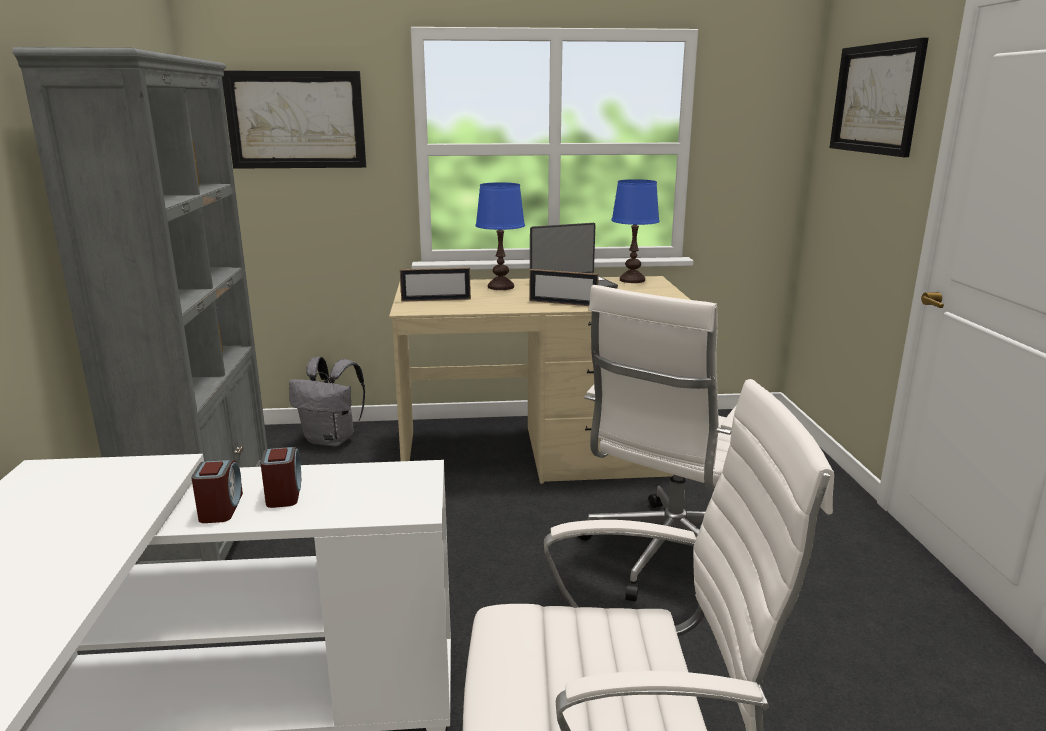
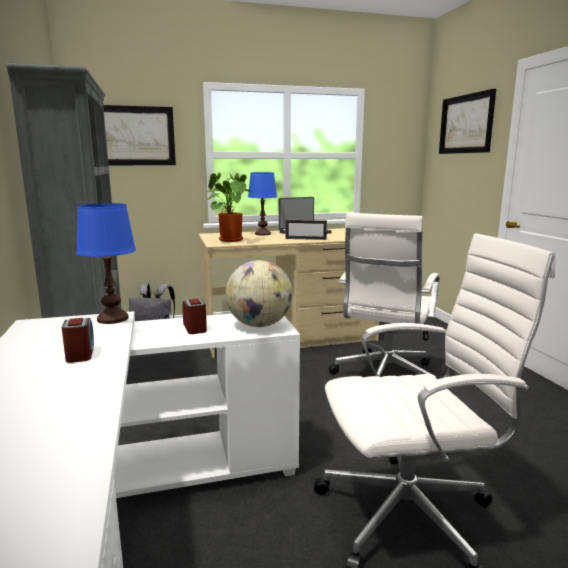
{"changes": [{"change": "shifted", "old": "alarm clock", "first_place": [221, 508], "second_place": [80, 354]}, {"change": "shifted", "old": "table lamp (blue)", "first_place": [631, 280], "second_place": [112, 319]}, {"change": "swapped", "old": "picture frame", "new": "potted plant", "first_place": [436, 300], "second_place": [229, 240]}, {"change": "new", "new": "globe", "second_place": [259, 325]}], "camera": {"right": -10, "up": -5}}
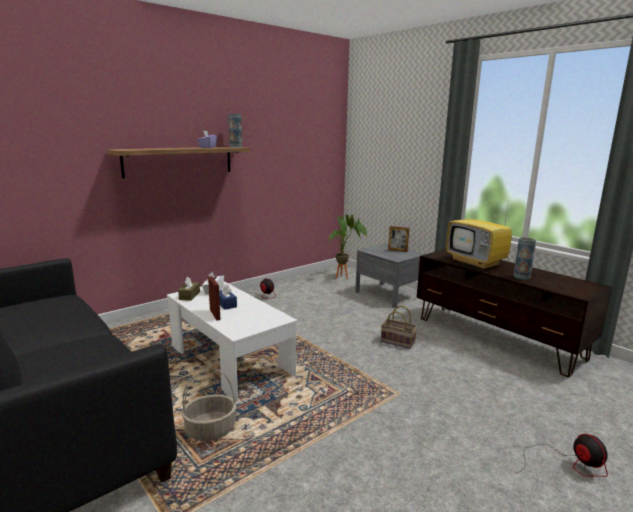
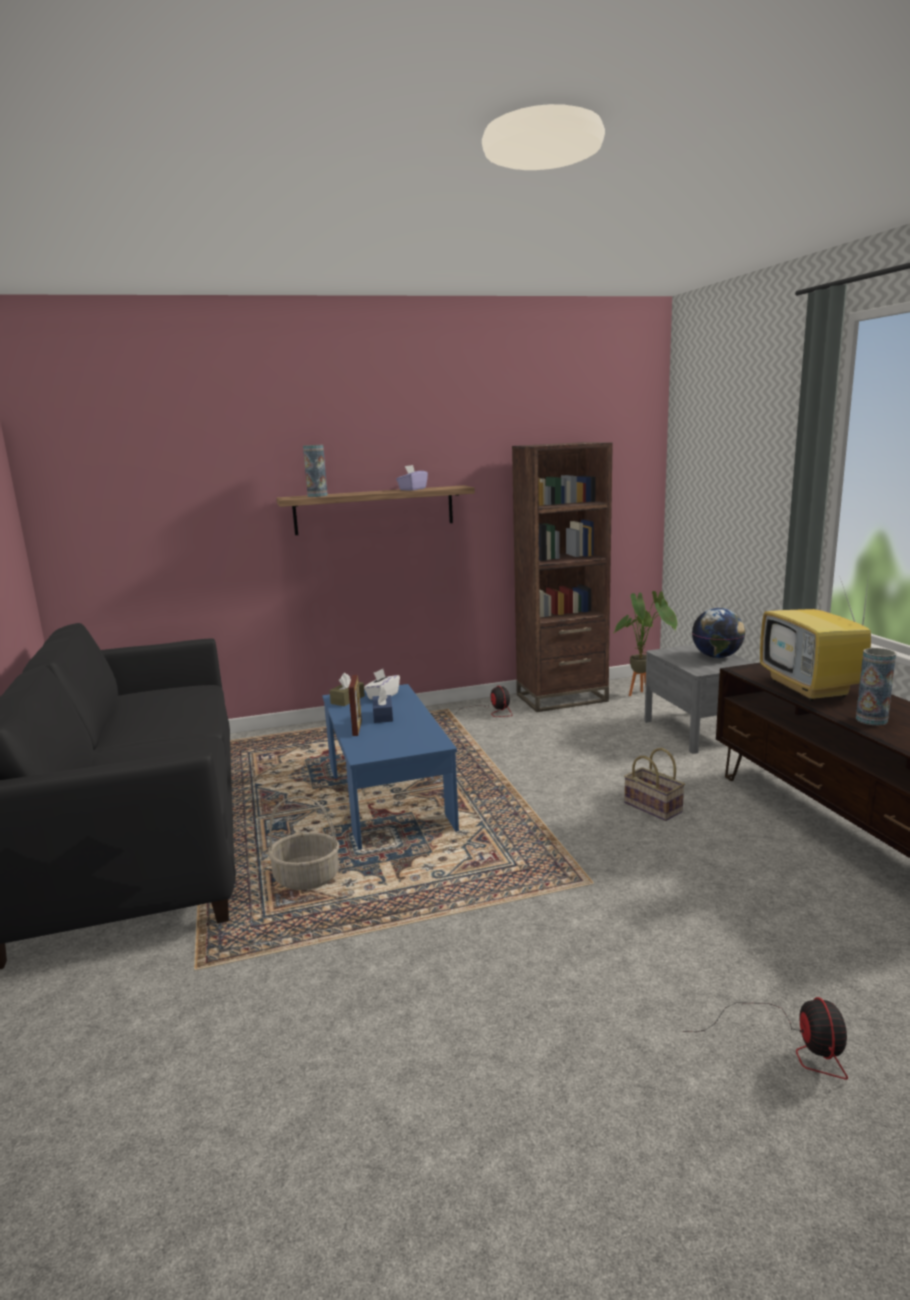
{"changes": [{"change": "shifted", "old": "vase", "first_place": [235, 147], "second_place": [317, 496]}, {"change": "repainted", "old": "coffee table (white)", "new": "coffee table (blue)", "first_place": [230, 360], "second_place": [388, 796]}, {"change": "new", "new": "bookcase (brown)", "second_place": [562, 698]}, {"change": "swapped", "old": "picture frame", "new": "globe", "first_place": [397, 250], "second_place": [717, 657]}], "camera": {"right": 25, "up": 0}}
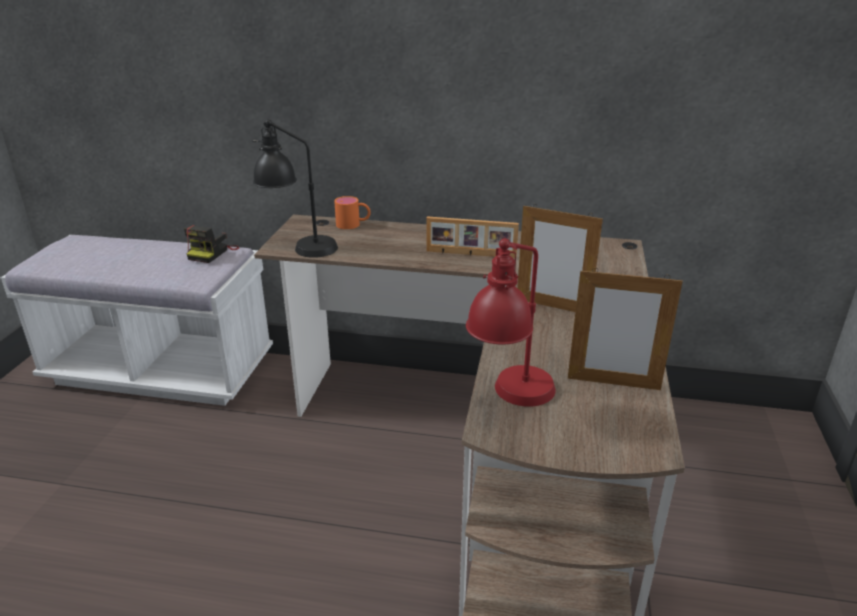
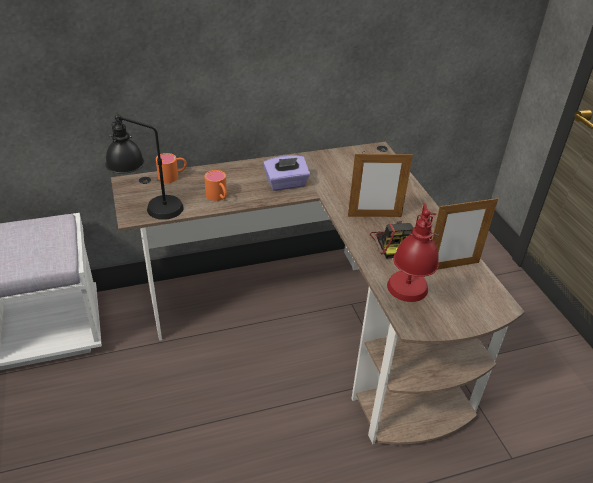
{"changes": [{"change": "new", "new": "mug (orange)", "second_place": [218, 197]}, {"change": "swapped", "old": "picture frame", "new": "tissue box (purple)", "first_place": [470, 254], "second_place": [286, 184]}, {"change": "shifted", "old": "photo camera", "first_place": [212, 253], "second_place": [391, 243]}], "camera": {"right": -30, "up": 10}}
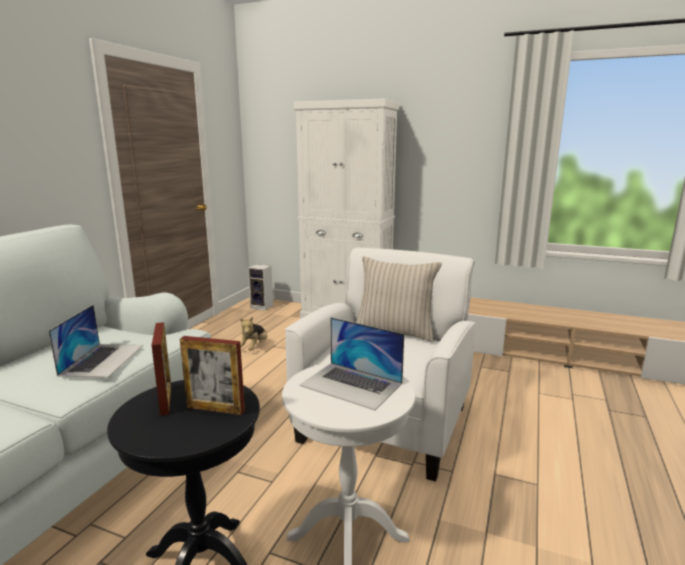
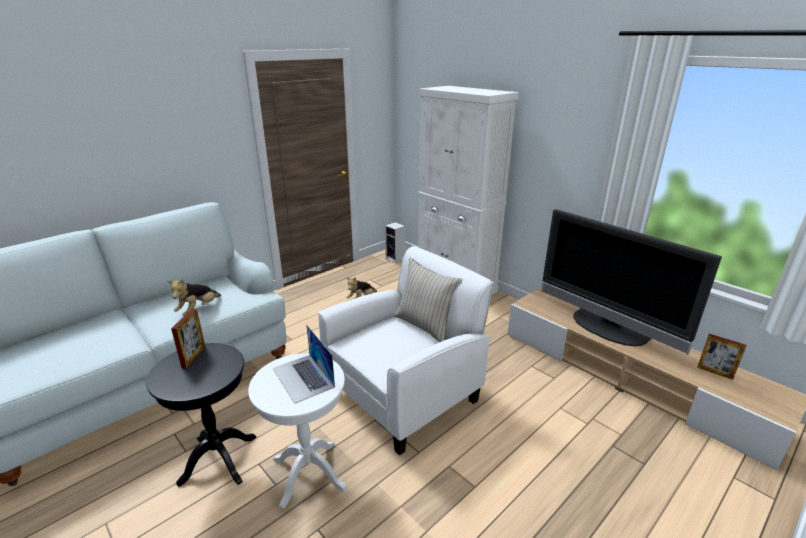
{"changes": [{"change": "swapped", "old": "laptop", "new": "plush toy", "first_place": [103, 359], "second_place": [198, 310]}, {"change": "new", "new": "television", "second_place": [606, 329]}, {"change": "shifted", "old": "picture frame", "first_place": [215, 409], "second_place": [715, 372]}], "camera": {"right": 25, "up": 10}}
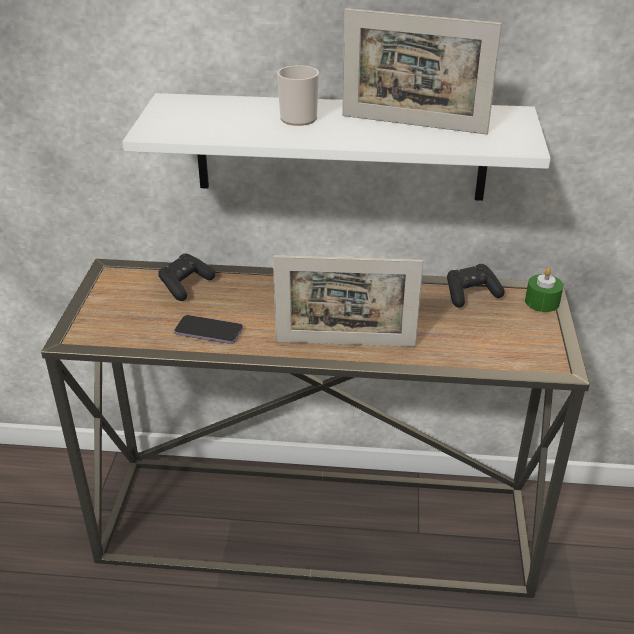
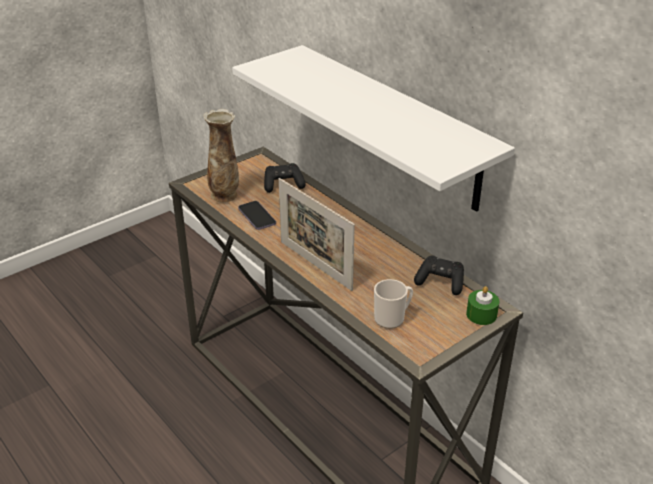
{"changes": [{"change": "new", "new": "vase", "second_place": [225, 195]}, {"change": "shifted", "old": "mug", "first_place": [300, 117], "second_place": [392, 318]}, {"change": "gone", "old": "picture frame", "first_place": [413, 124]}], "camera": {"right": 45, "up": 0}}
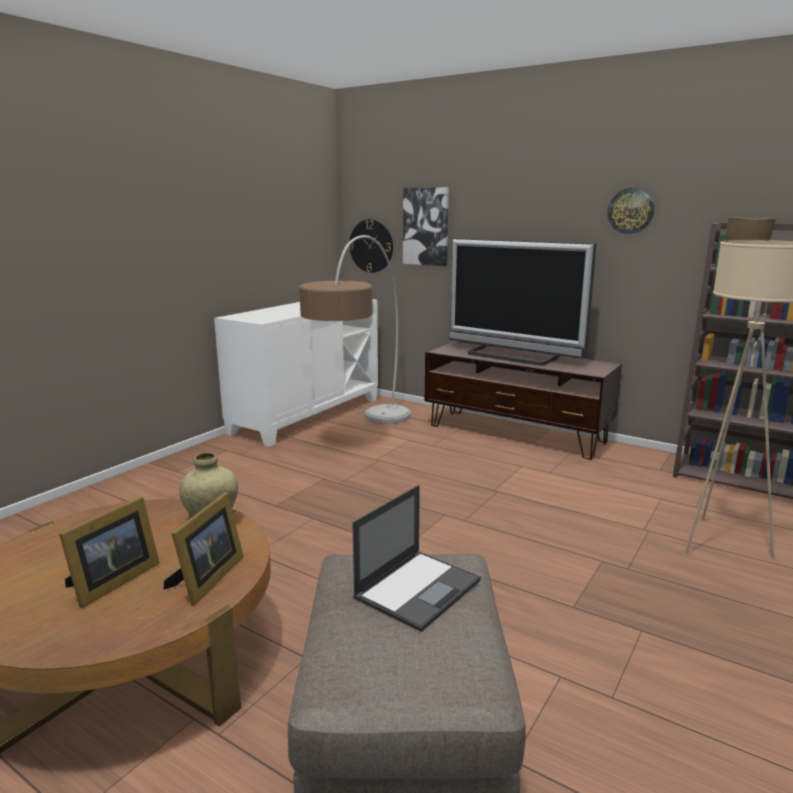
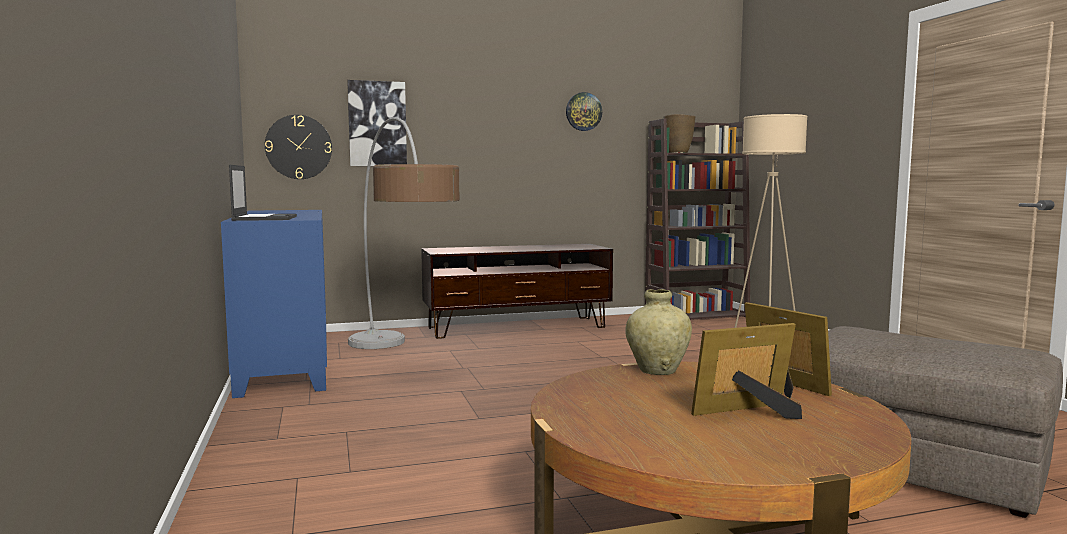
{"changes": [{"change": "repainted", "old": "cabinet (white)", "new": "cabinet (blue)", "first_place": [306, 415], "second_place": [285, 362]}, {"change": "shifted", "old": "laptop", "first_place": [418, 588], "second_place": [265, 218]}, {"change": "rotated", "old": "picture frame", "first_place": [111, 582], "second_place": [749, 413], "degrees": -90}, {"change": "gone", "old": "television", "first_place": [511, 356]}], "camera": {"right": -50, "up": -10}}
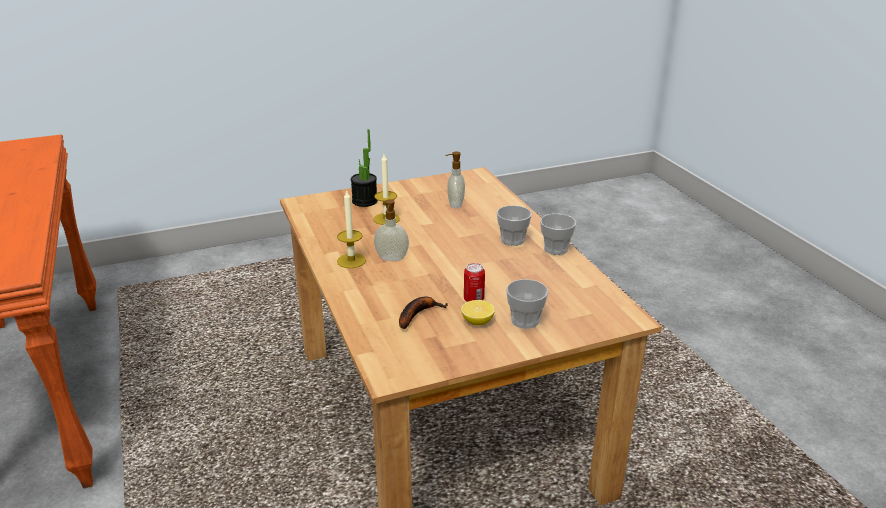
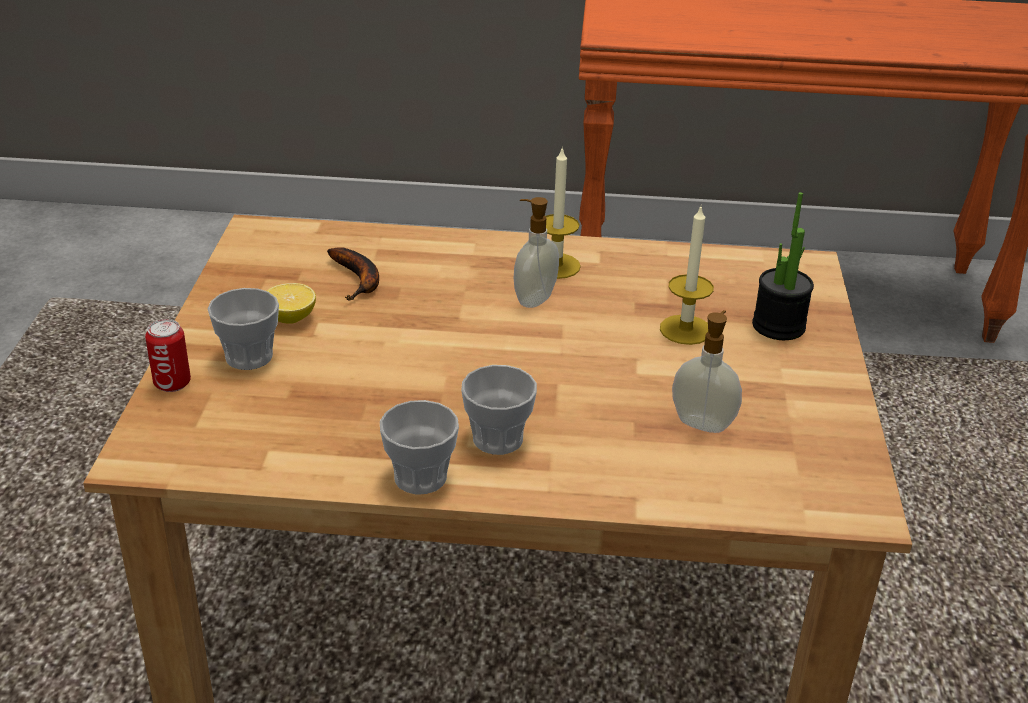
{"changes": [{"change": "shifted", "old": "can", "first_place": [473, 299], "second_place": [172, 383]}], "camera": {"right": 115, "up": 5}}
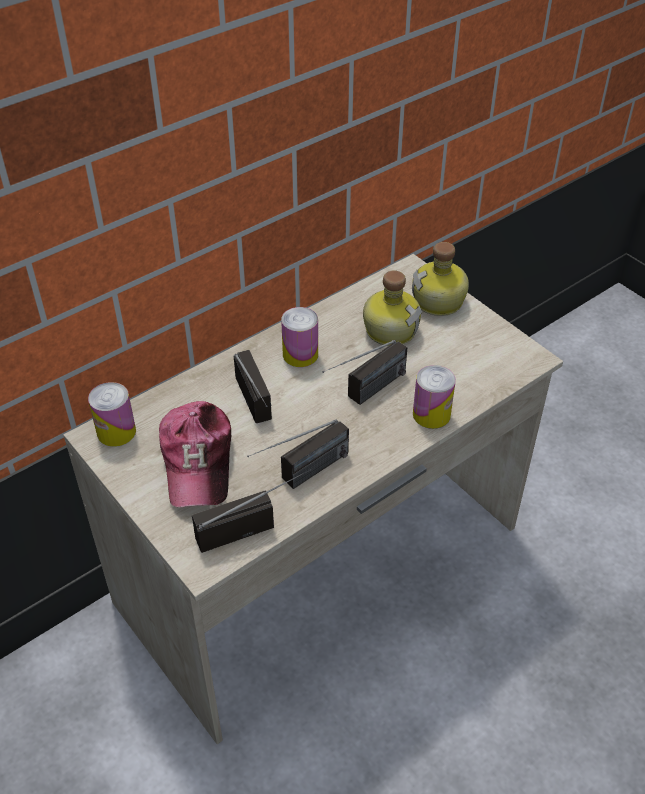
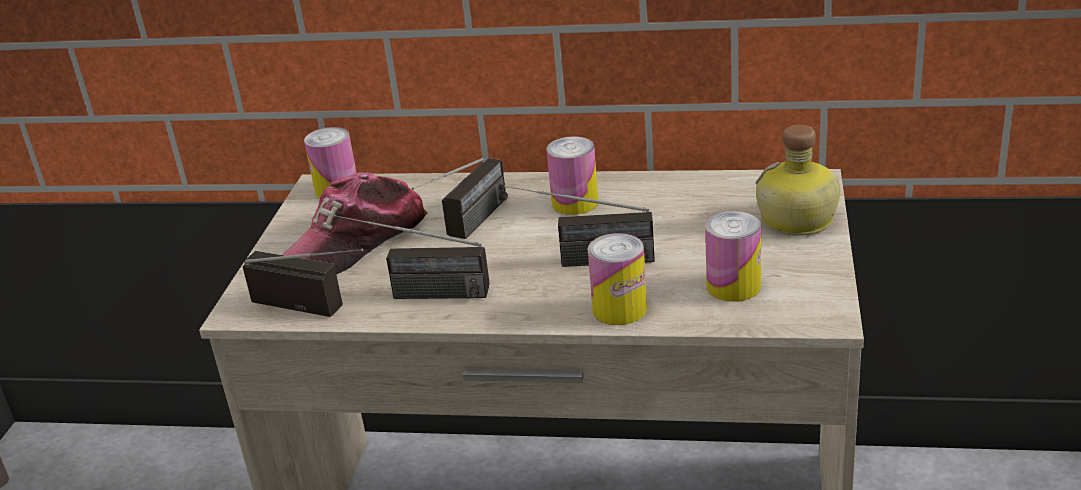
{"changes": [{"change": "new", "new": "can", "second_place": [733, 286]}, {"change": "gone", "old": "bottle", "first_place": [390, 329]}], "camera": {"right": 50, "up": -15}}
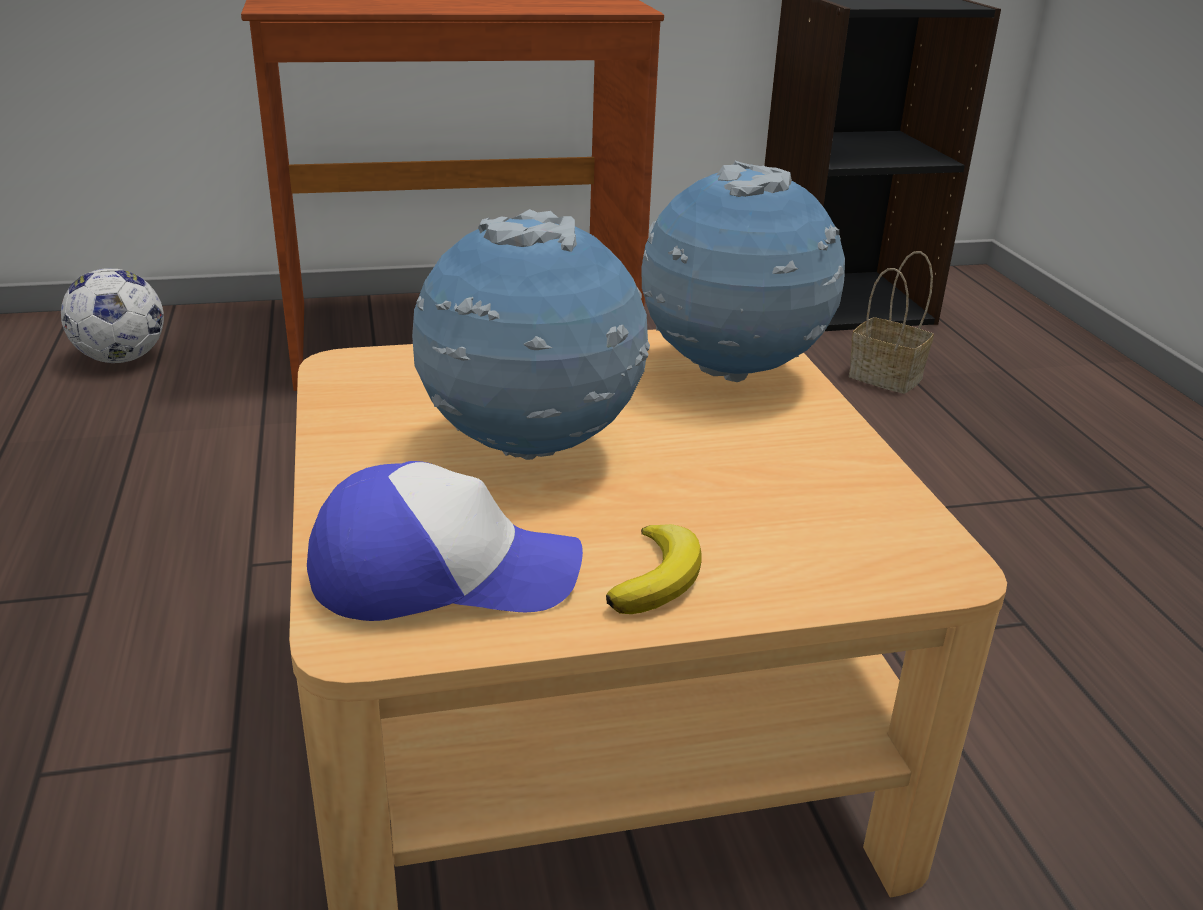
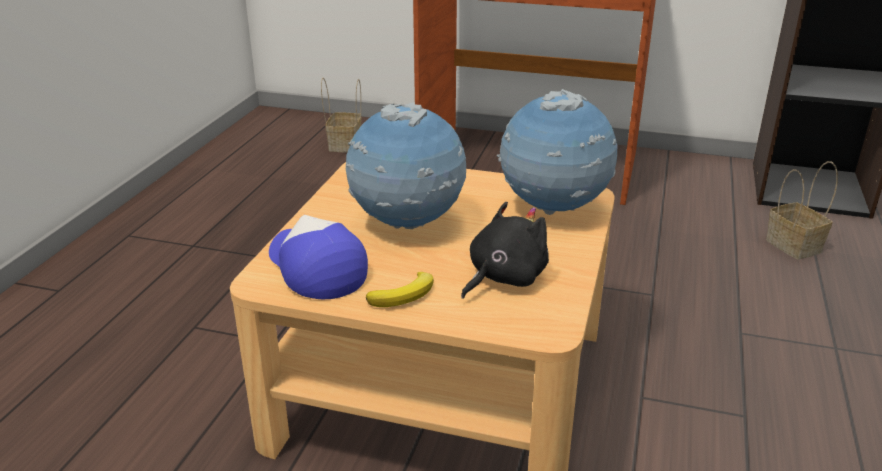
{"changes": [{"change": "rotated", "old": "cap", "first_place": [442, 574], "second_place": [315, 268], "degrees": -150}, {"change": "swapped", "old": "football", "new": "basket", "first_place": [121, 358], "second_place": [344, 144]}, {"change": "new", "new": "plush toy (black)", "second_place": [503, 278]}], "camera": {"right": 30, "up": 0}}
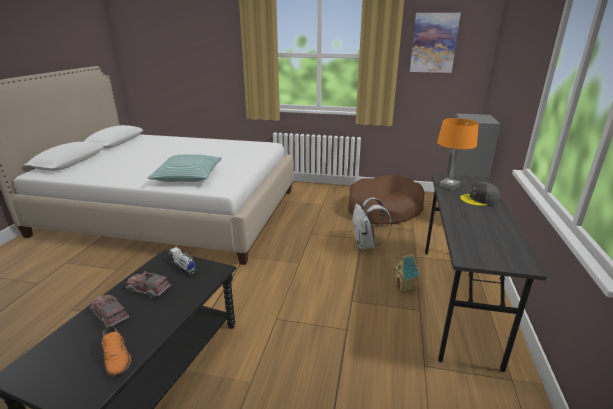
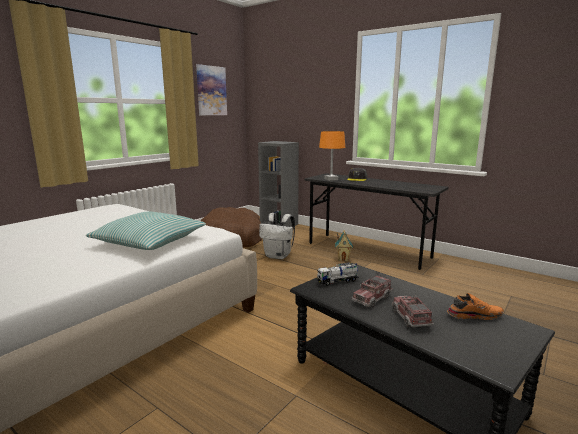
{"changes": [{"change": "rotated", "old": "toy truck", "first_place": [110, 316], "second_place": [411, 318], "degrees": 105}], "camera": {"right": -65, "up": -10}}
